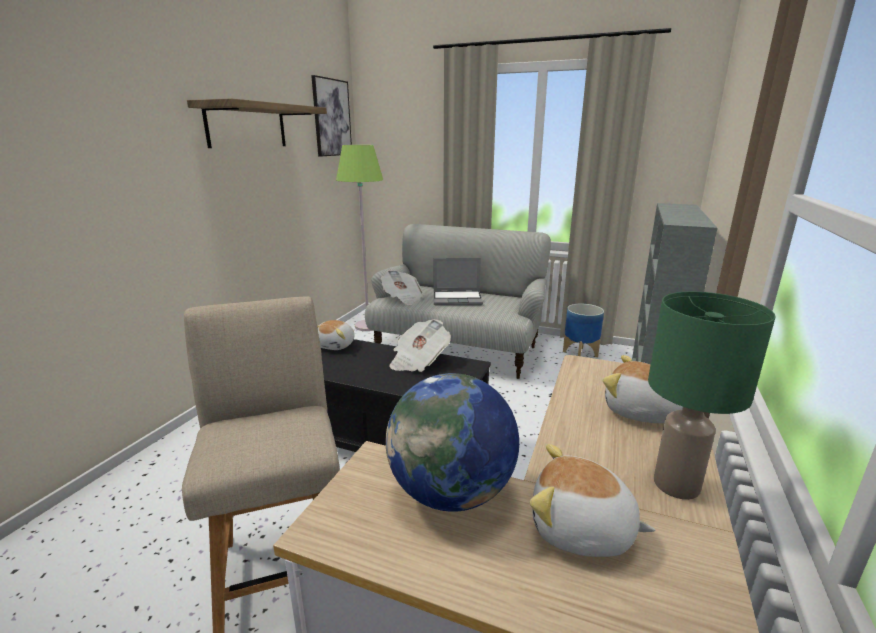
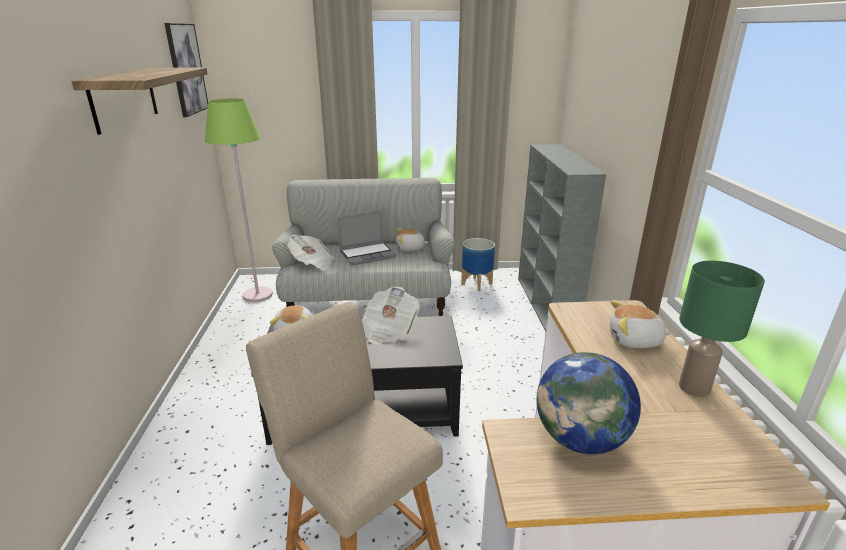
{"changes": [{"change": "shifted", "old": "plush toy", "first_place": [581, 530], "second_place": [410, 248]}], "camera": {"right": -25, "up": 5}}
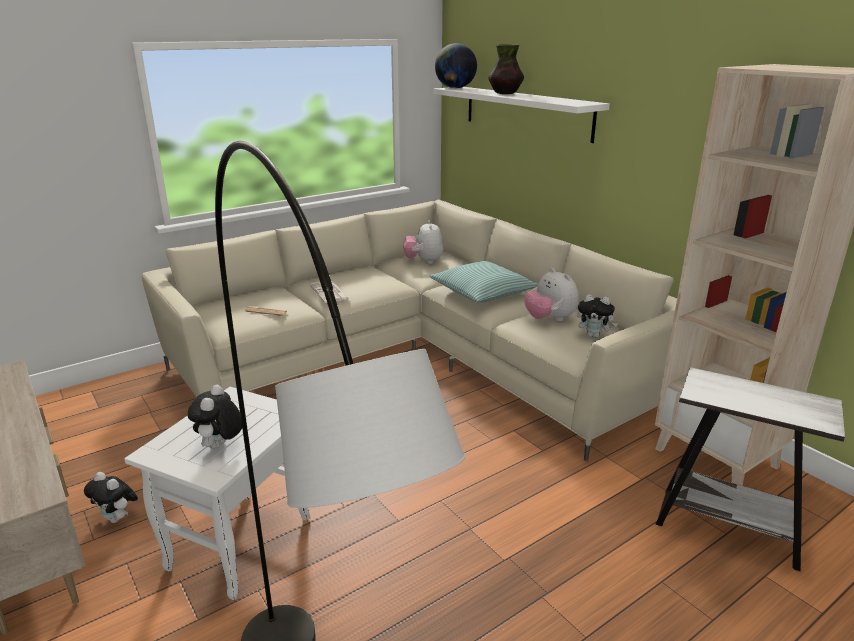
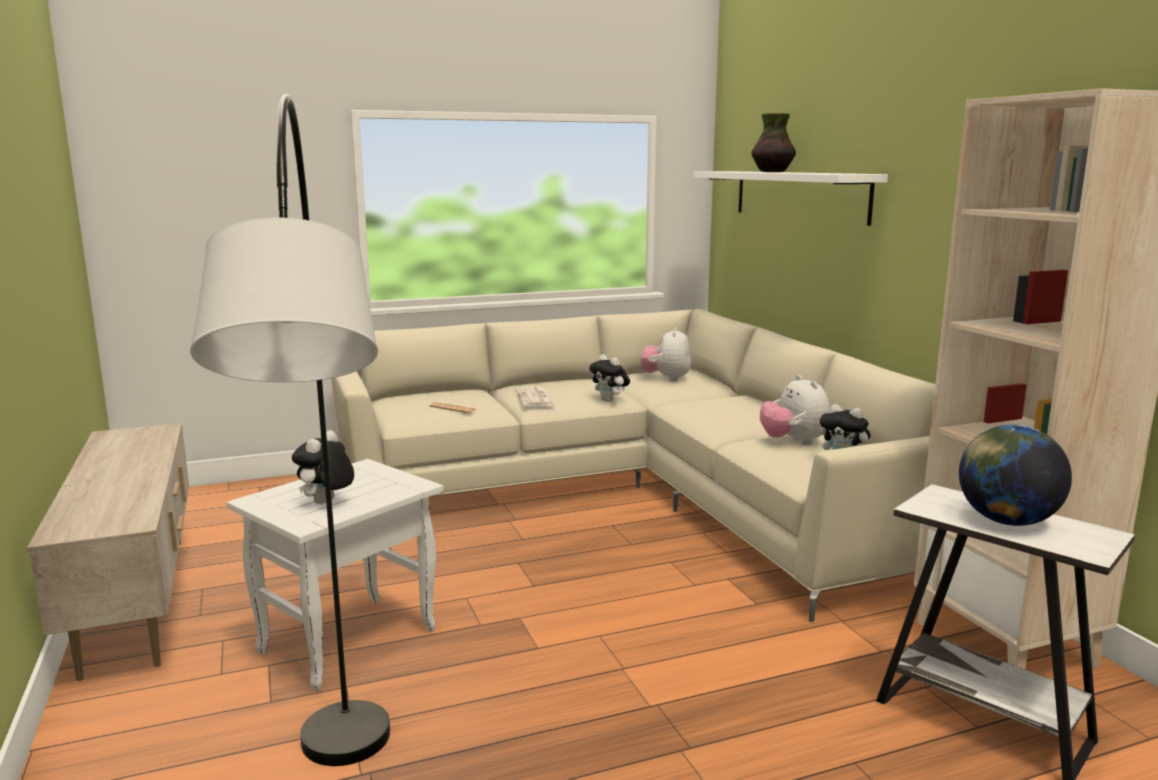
{"changes": [{"change": "shifted", "old": "plush toy", "first_place": [117, 518], "second_place": [610, 401]}, {"change": "shifted", "old": "globe", "first_place": [455, 88], "second_place": [1006, 521]}, {"change": "gone", "old": "pillow", "first_place": [482, 292]}], "camera": {"right": 15, "up": -10}}
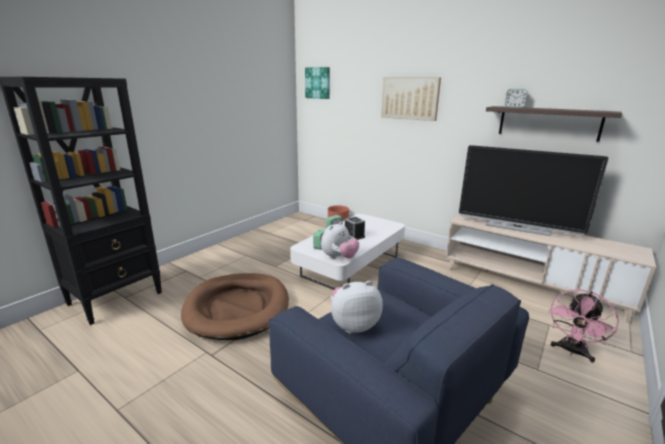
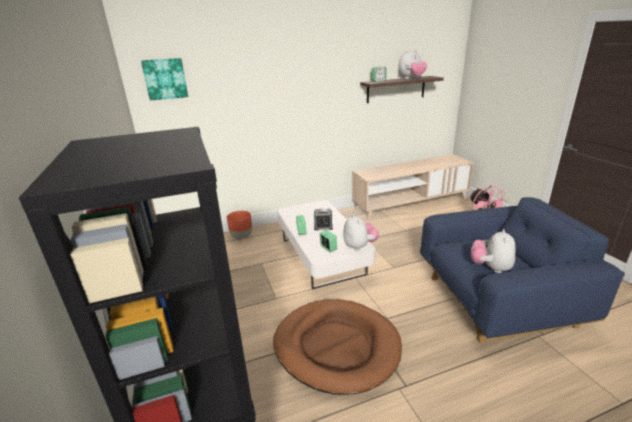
{"changes": [{"change": "new", "new": "plush toy", "second_place": [411, 78]}, {"change": "gone", "old": "picture", "first_place": [410, 98]}, {"change": "gone", "old": "television", "first_place": [517, 227]}], "camera": {"right": -55, "up": 5}}
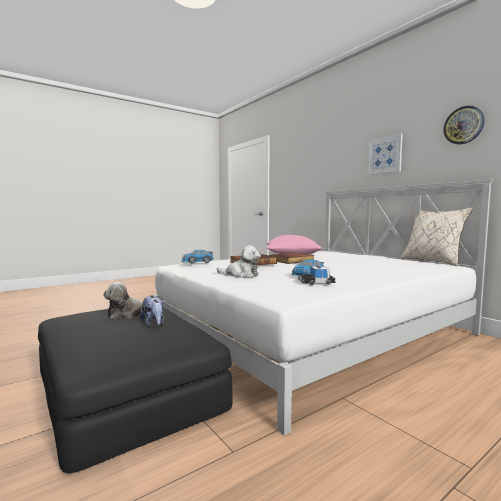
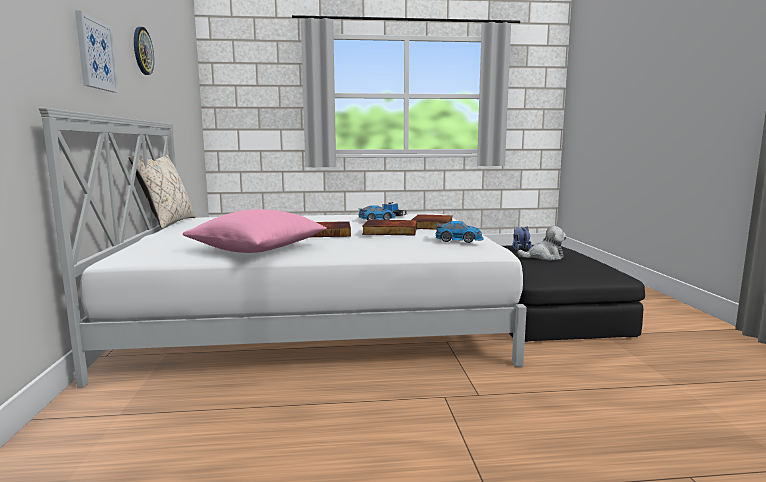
{"changes": [{"change": "swapped", "old": "plush toy", "new": "book", "first_place": [241, 275], "second_place": [433, 225]}], "camera": {"right": -150, "up": 5}}
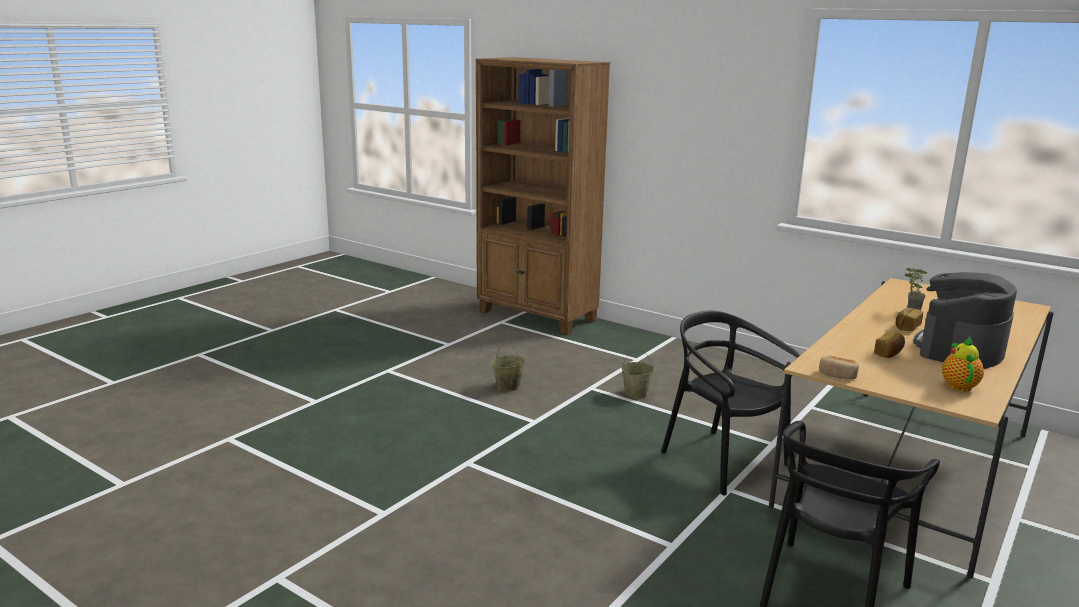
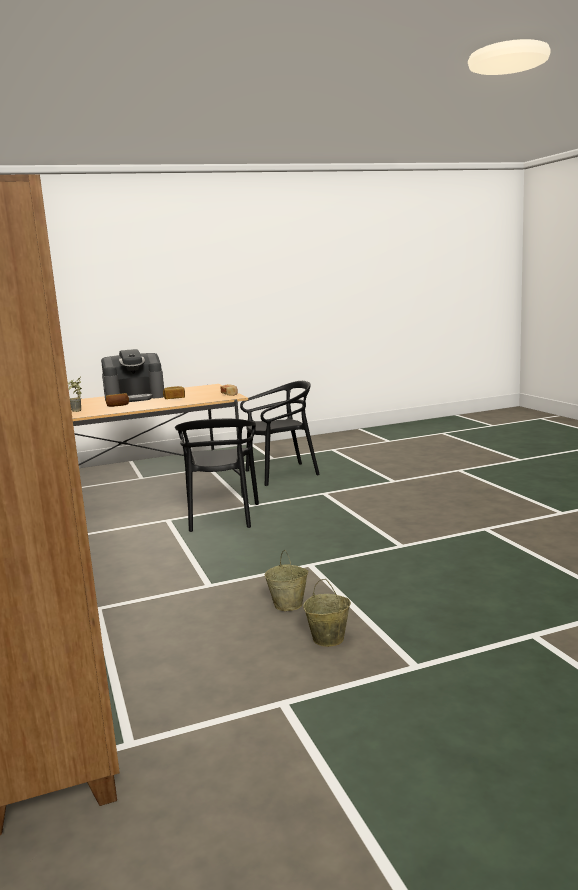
{"changes": [{"change": "shifted", "old": "bucket (beige)", "first_place": [636, 393], "second_place": [327, 639]}, {"change": "gone", "old": "teapot", "first_place": [958, 385]}], "camera": {"right": -145, "up": -5}}
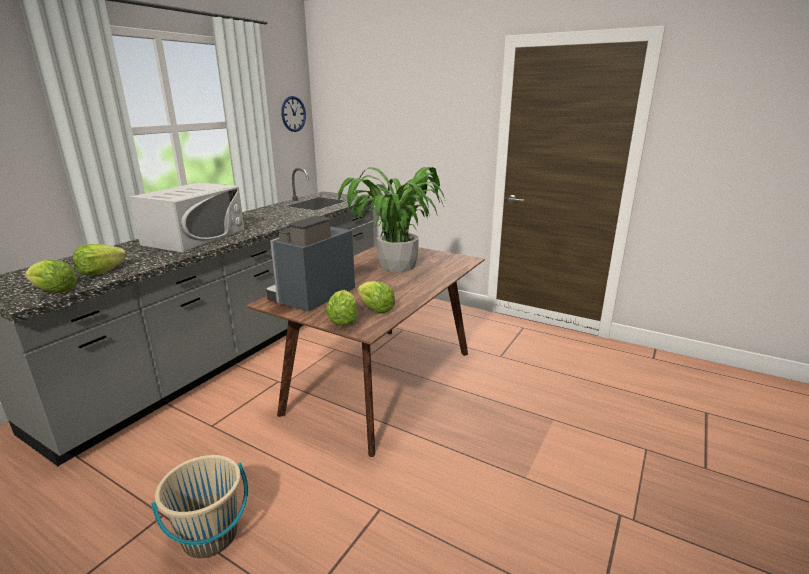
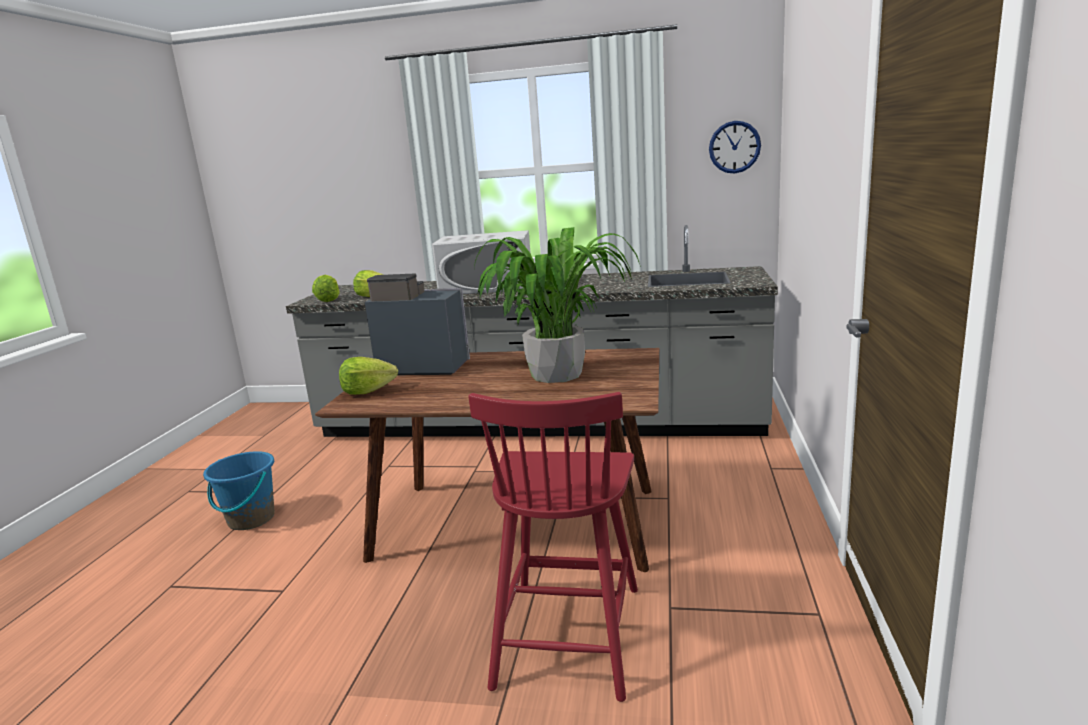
{"changes": [{"change": "repainted", "old": "bucket (beige)", "new": "bucket (blue)", "first_place": [210, 536], "second_place": [251, 519]}, {"change": "new", "new": "chair (red)", "second_place": [568, 632]}, {"change": "gone", "old": "lettuce", "first_place": [375, 309]}], "camera": {"right": 70, "up": -5}}
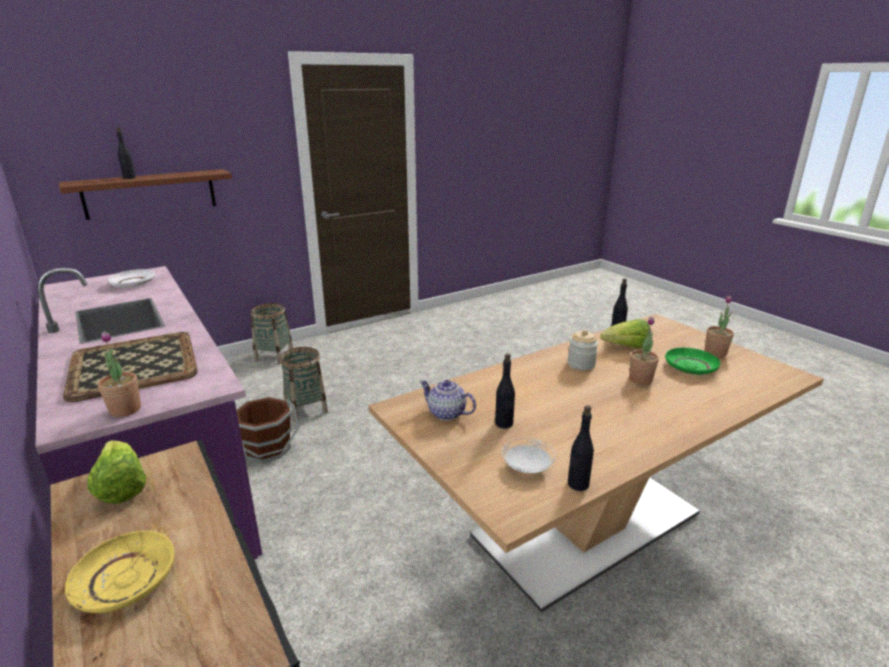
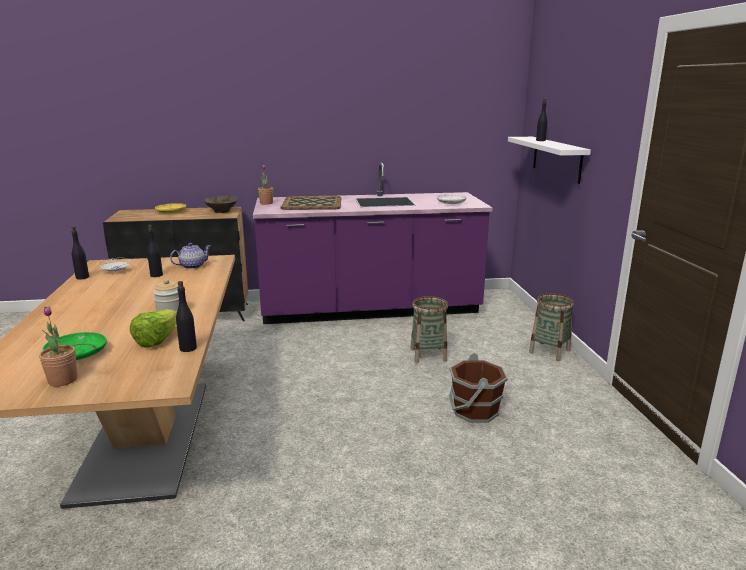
{"changes": [{"change": "swapped", "old": "lettuce", "new": "bowl (brown)", "first_place": [121, 487], "second_place": [221, 211]}, {"change": "shifted", "old": "bucket (brown)", "first_place": [268, 448], "second_place": [474, 411]}, {"change": "repainted", "old": "shelf (brown)", "new": "shelf (white)", "first_place": [150, 194], "second_place": [556, 158]}, {"change": "gone", "old": "potted plant", "first_place": [640, 379]}], "camera": {"right": 115, "up": -5}}
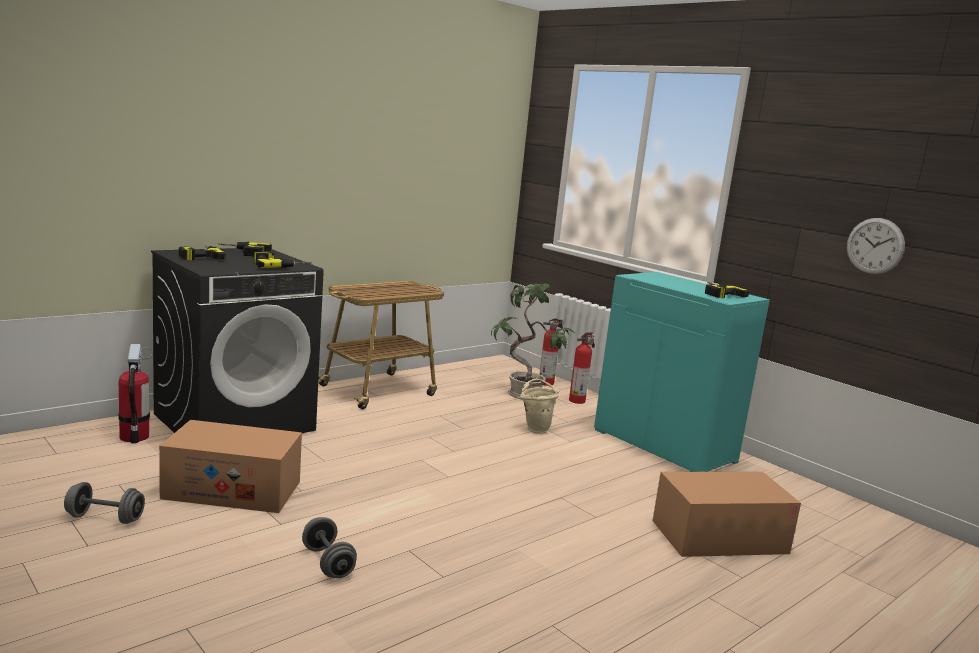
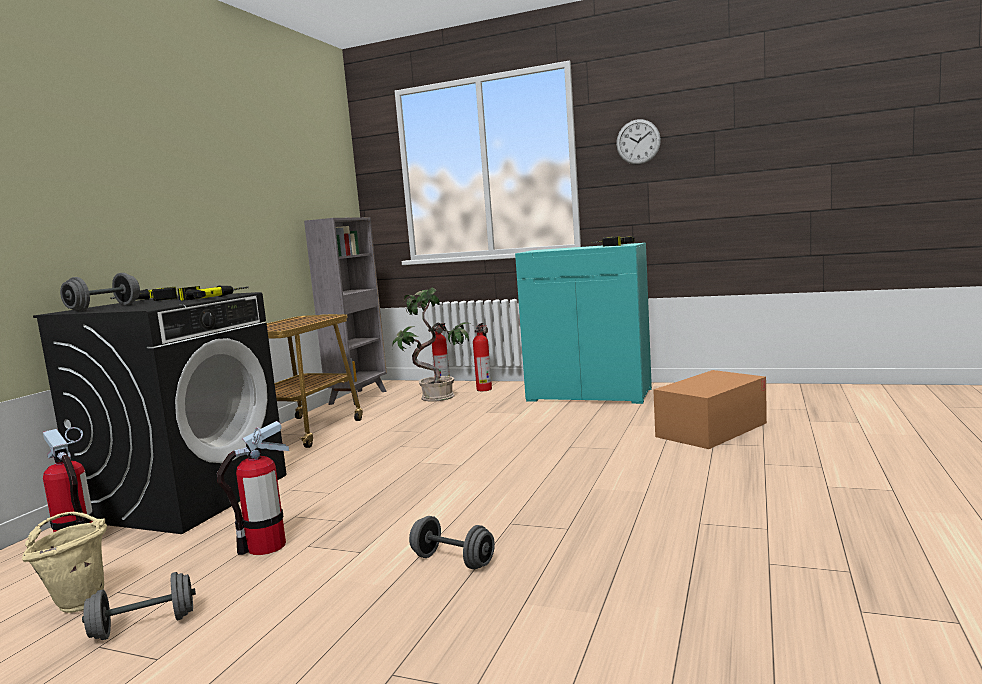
{"changes": [{"change": "shifted", "old": "bucket (beige)", "first_place": [535, 428], "second_place": [79, 601]}, {"change": "swapped", "old": "power drill", "new": "dumbbell (grey)", "first_place": [198, 256], "second_place": [104, 308]}, {"change": "swapped", "old": "cardboard box", "new": "fire extinguisher", "first_place": [232, 490], "second_place": [266, 546]}, {"change": "new", "new": "bookcase (grey)", "second_place": [359, 397]}, {"change": "shifted", "old": "wall clock", "first_place": [875, 246], "second_place": [638, 142]}], "camera": {"right": -25, "up": -5}}
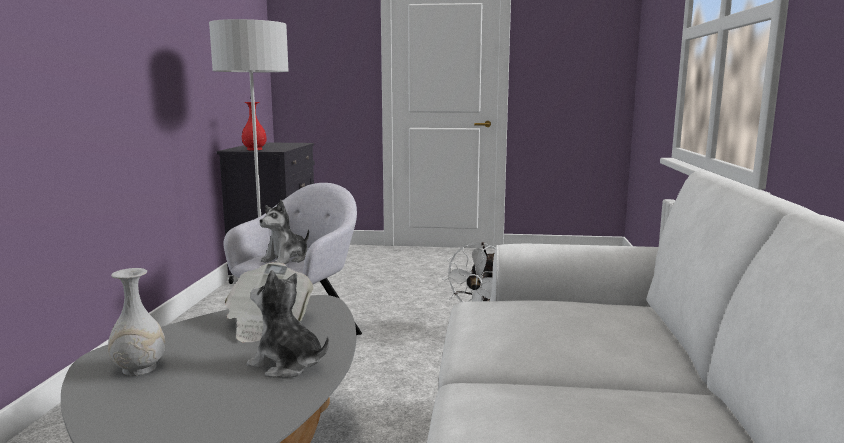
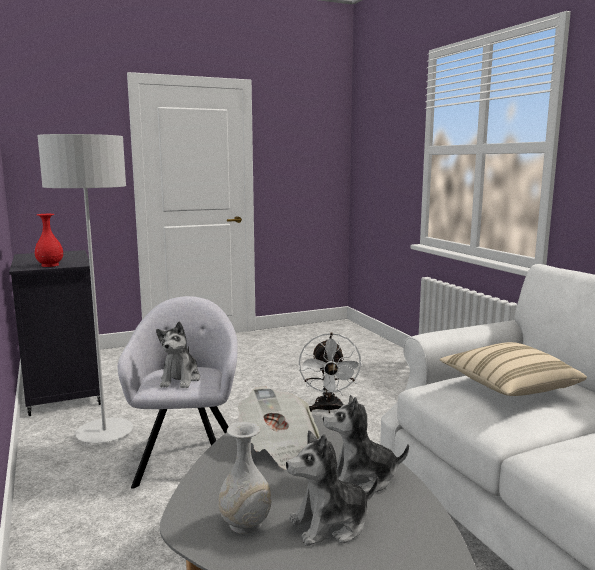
{"changes": [{"change": "new", "new": "plush toy", "second_place": [330, 524]}, {"change": "new", "new": "pillow (beige)", "second_place": [508, 388]}], "camera": {"right": -30, "up": 0}}
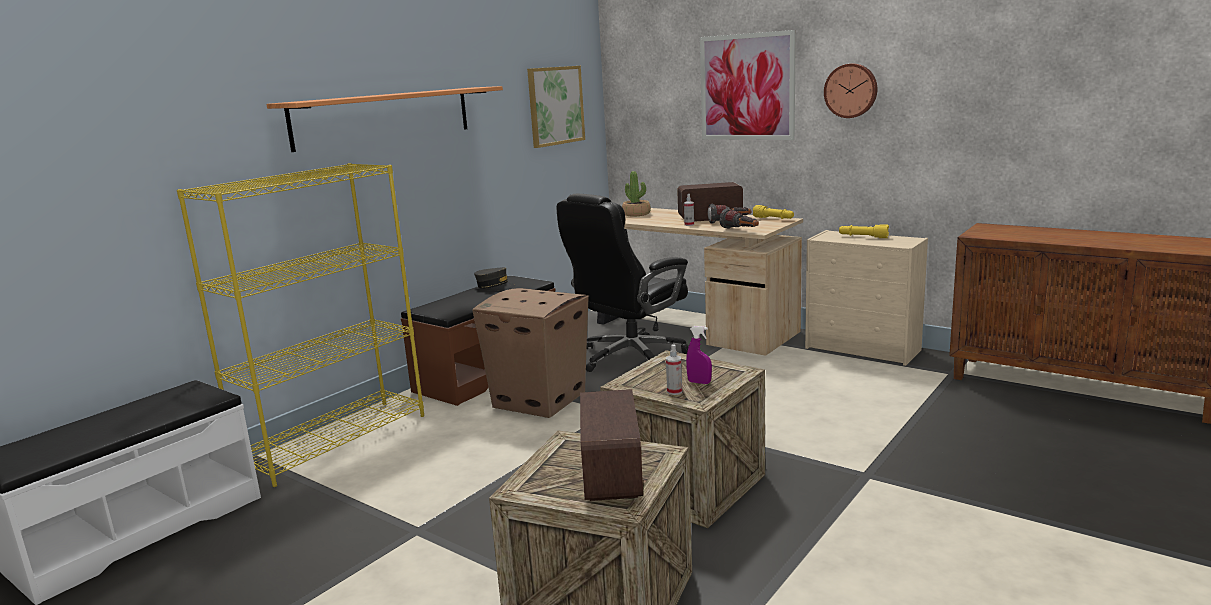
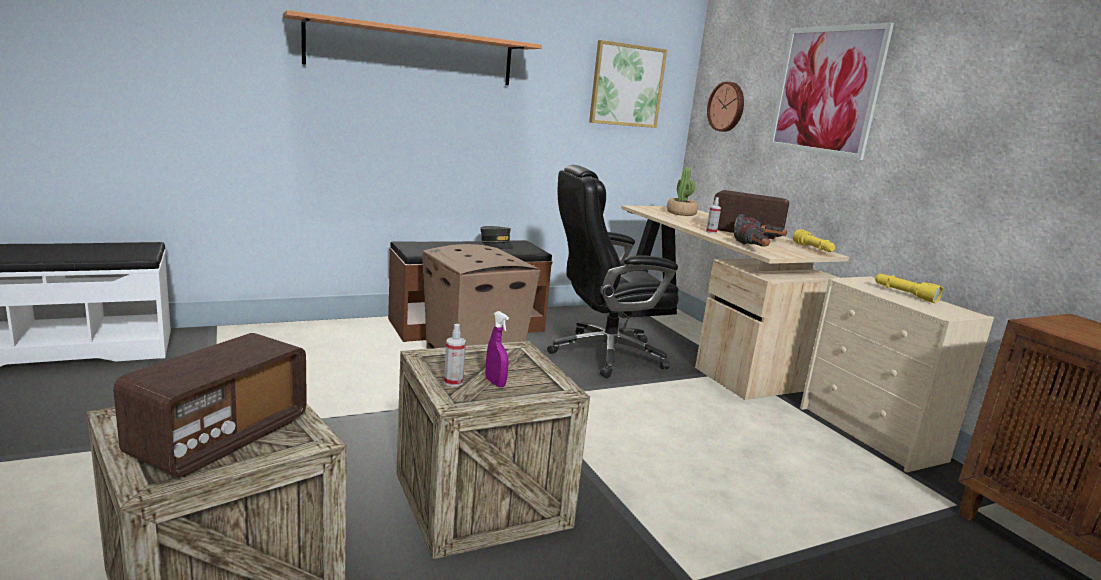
{"changes": [{"change": "shifted", "old": "wall clock", "first_place": [851, 90], "second_place": [727, 107]}, {"change": "gone", "old": "bookcase (yellow)", "first_place": [335, 440]}], "camera": {"right": 25, "up": 0}}
